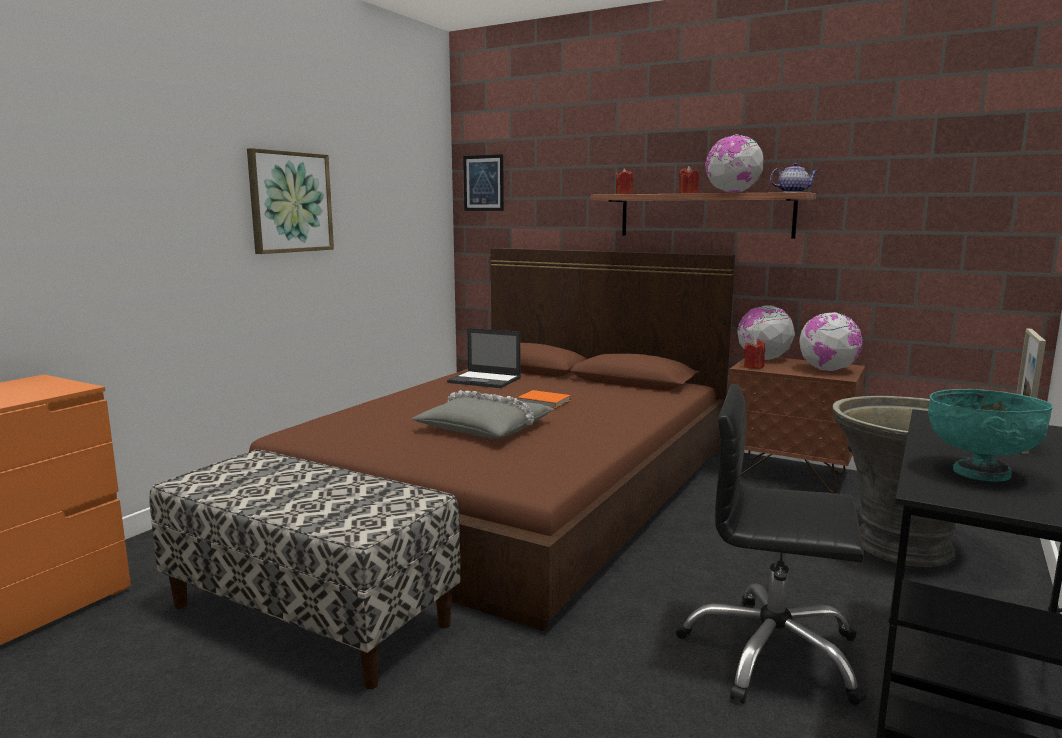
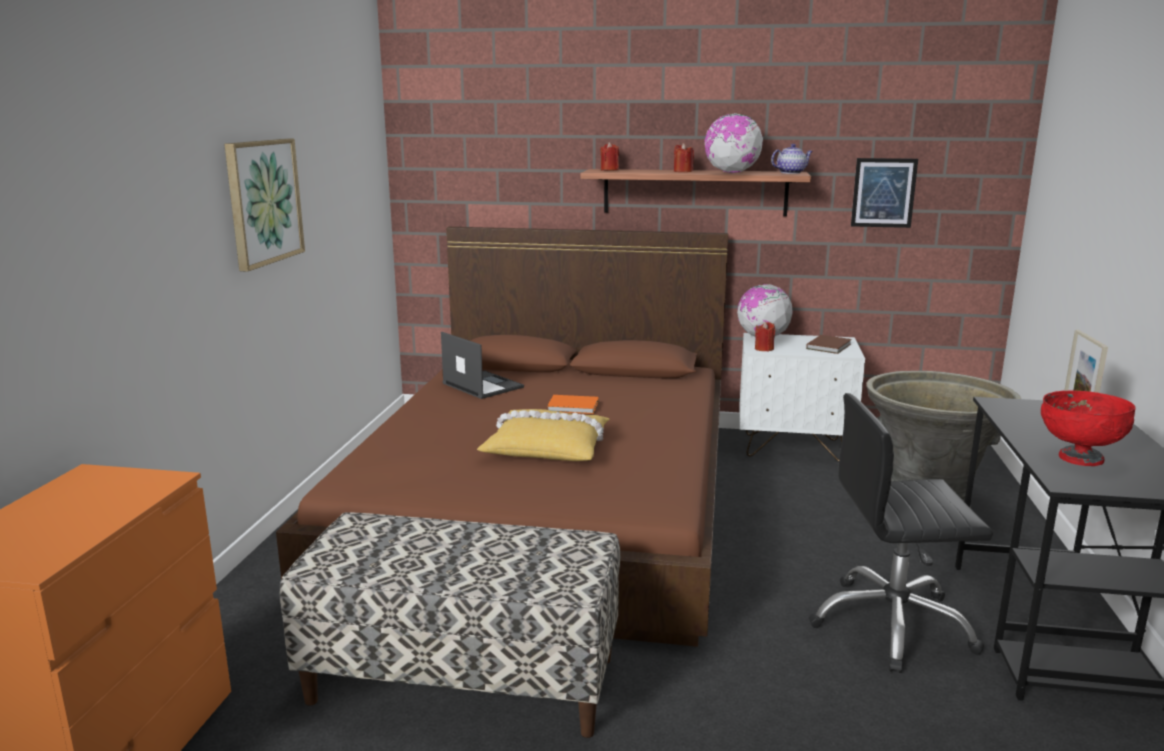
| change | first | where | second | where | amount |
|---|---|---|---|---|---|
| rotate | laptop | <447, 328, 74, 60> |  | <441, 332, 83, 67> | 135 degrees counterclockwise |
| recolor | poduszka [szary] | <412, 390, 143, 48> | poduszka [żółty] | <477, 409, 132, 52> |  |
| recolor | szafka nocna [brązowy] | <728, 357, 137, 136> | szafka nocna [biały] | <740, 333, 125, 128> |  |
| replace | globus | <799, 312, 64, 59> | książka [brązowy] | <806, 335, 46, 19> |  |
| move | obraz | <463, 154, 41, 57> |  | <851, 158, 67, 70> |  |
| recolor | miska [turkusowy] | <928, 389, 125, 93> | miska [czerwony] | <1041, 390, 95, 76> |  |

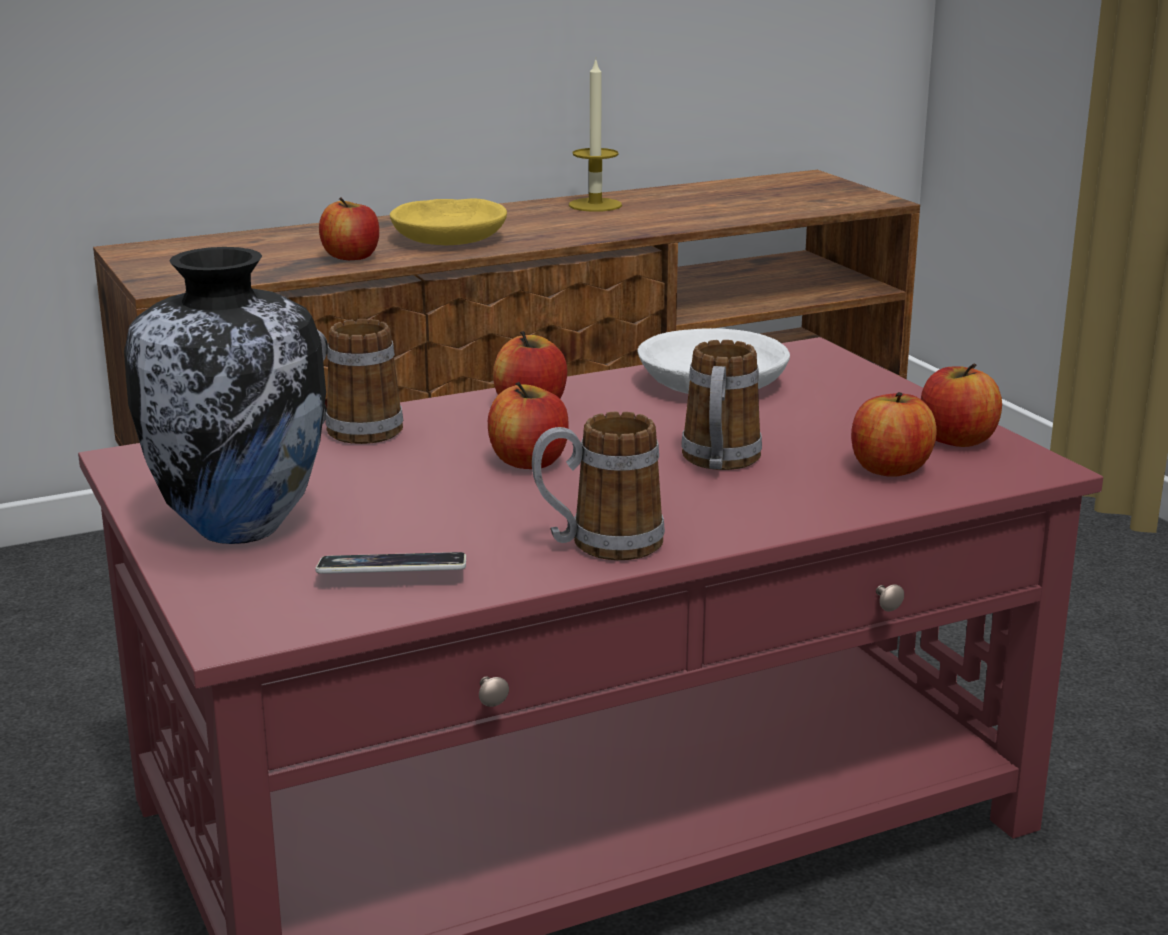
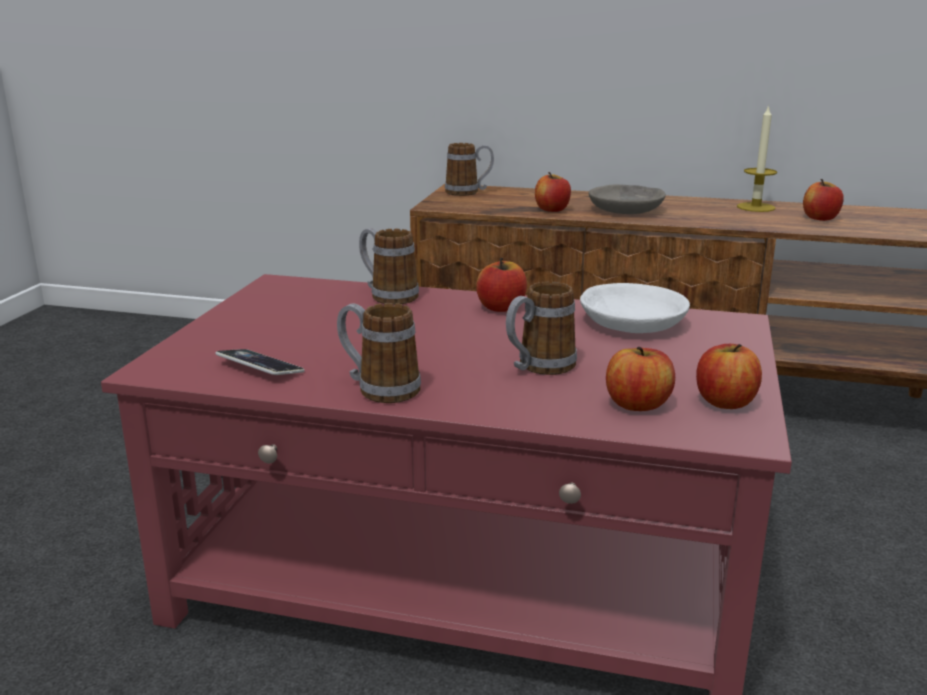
| change | first | where | second | where | amount |
|---|---|---|---|---|---|
| insert |  |  | kubek | <445, 143, 49, 53> |  |
| recolor | miska [żółty] | <390, 199, 117, 46> | miska [szary] | <589, 184, 77, 30> |  |
| move | jabłko | <488, 382, 81, 87> |  | <803, 179, 41, 42> |  |
| delete | wazon | <124, 247, 202, 297> |  |  |  |

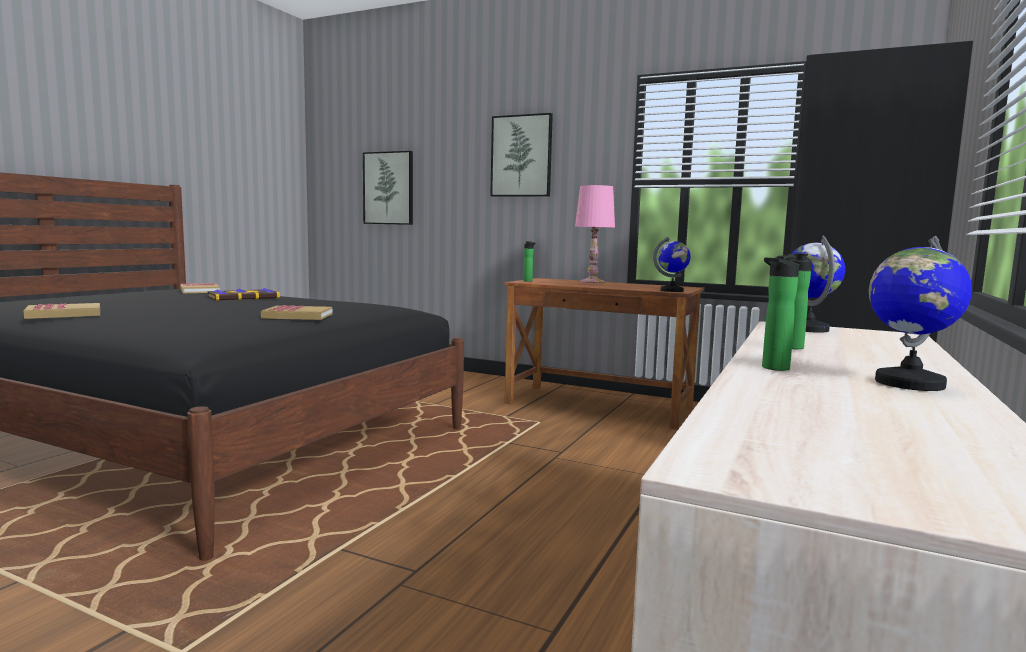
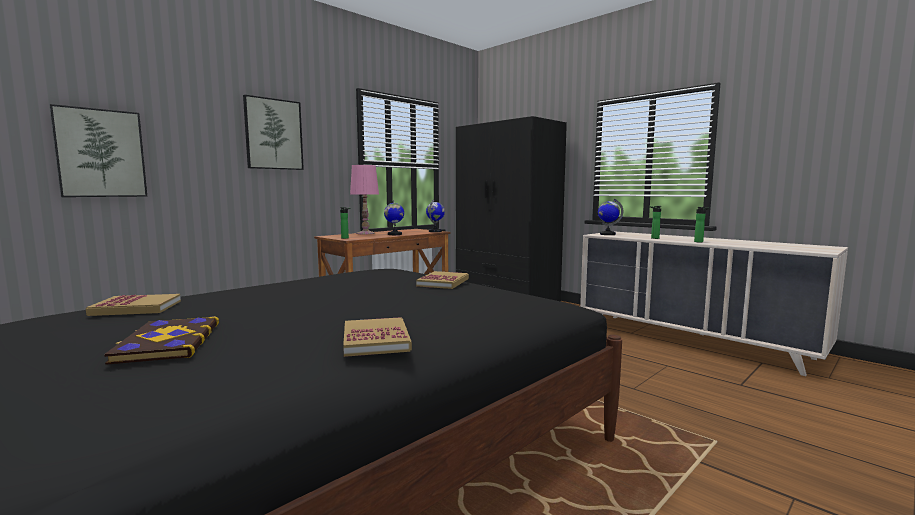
| change | first | where | second | where | amount |
|---|---|---|---|---|---|
| move | książka | <208, 288, 72, 13> |  | <104, 316, 115, 49> |  |
| move | globus | <869, 236, 103, 155> |  | <384, 200, 20, 35> |  |

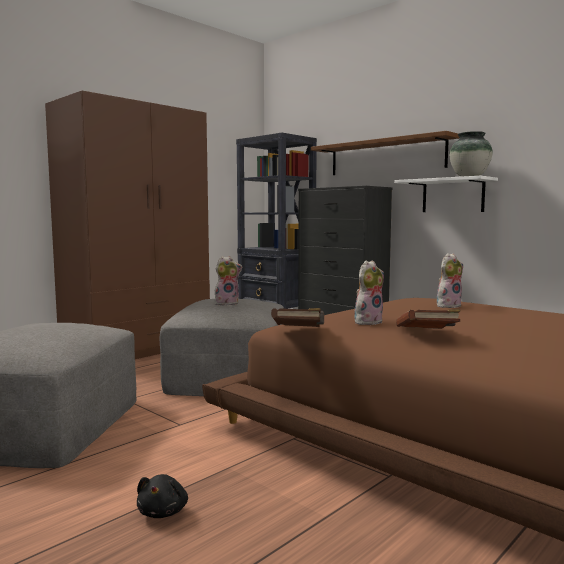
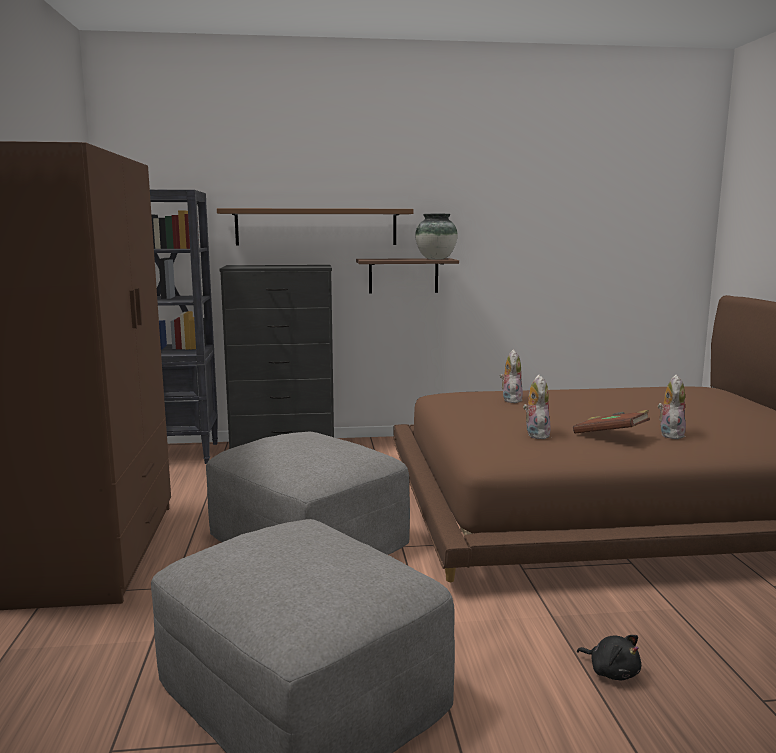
| change | first | where | second | where | amount |
|---|---|---|---|---|---|
| recolor | półka [biały] | <394, 176, 104, 36> | półka [brązowy] | <356, 258, 103, 35> |  |
| move | pluszak | <215, 256, 28, 50> |  | <658, 375, 28, 64> |  |
| delete | książka [brązowy] | <271, 308, 53, 19> |  |  |  |

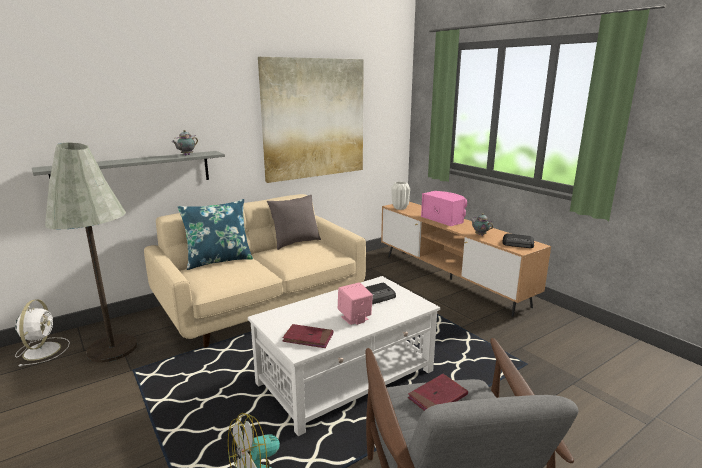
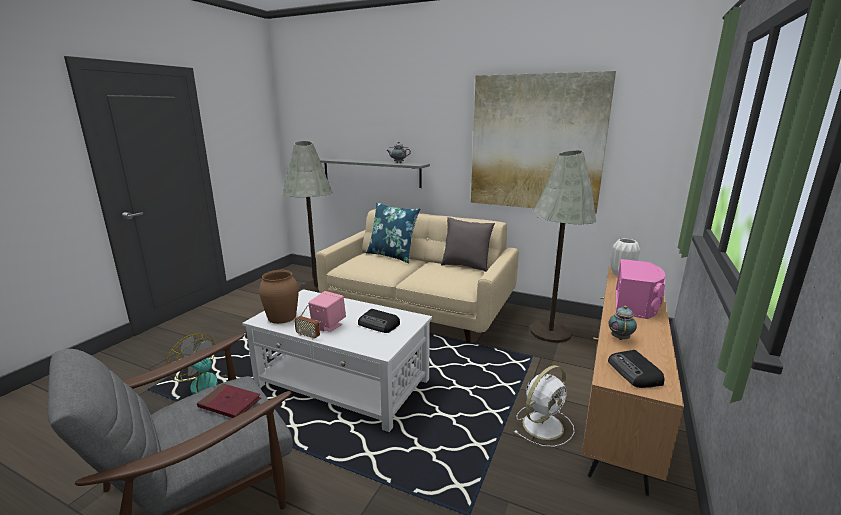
| change | first | where | second | where | amount |
|---|---|---|---|---|---|
| replace | książka [czerwony] | <283, 324, 50, 24> | wazon [brązowy] | <259, 270, 40, 54> |  |
| insert |  |  | radio | <294, 305, 26, 35> |  |
| move | wentylator [biały] | <15, 299, 55, 68> |  | <514, 365, 60, 82> |  |
| insert |  |  | lampa stojąca [szary] | <530, 150, 66, 193> |  |

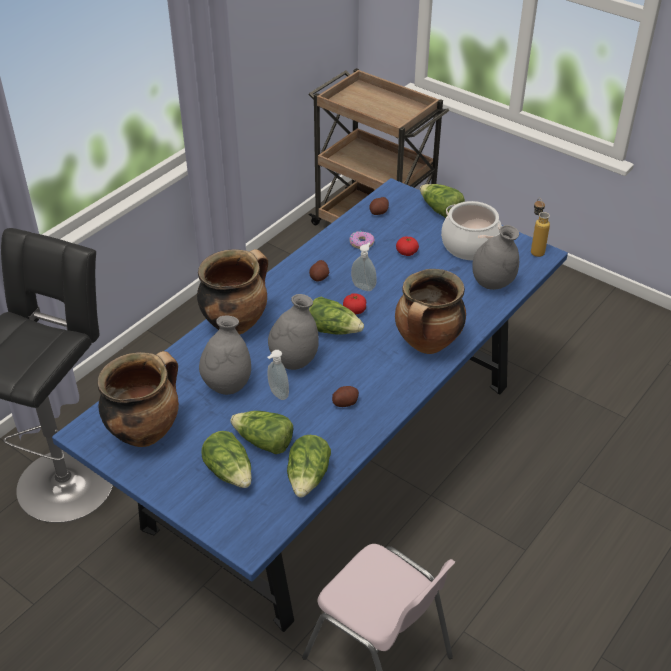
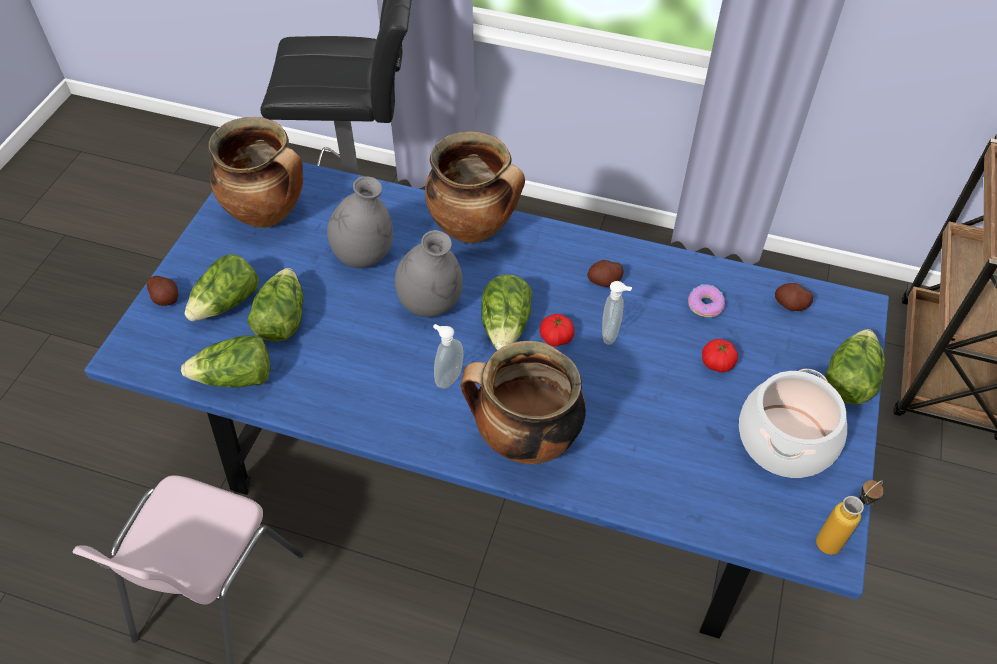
| change | first | where | second | where | amount |
|---|---|---|---|---|---|
| move | ziemniak | <332, 386, 27, 21> |  | <147, 276, 31, 30> |  |
| move | dozownik mydła | <267, 350, 22, 50> |  | <433, 324, 30, 65> |  |
| delete | wazon [szary] | <472, 225, 47, 65> |  |  |  |

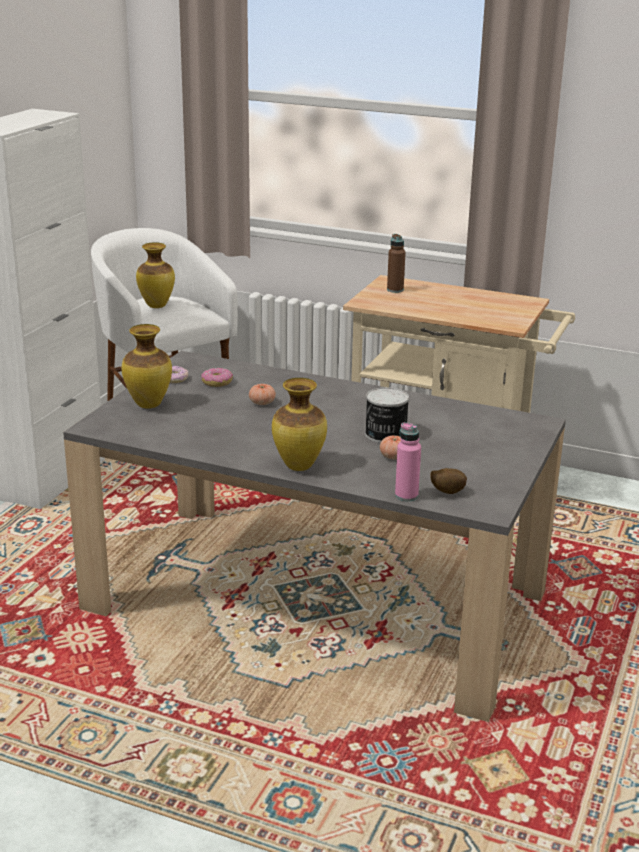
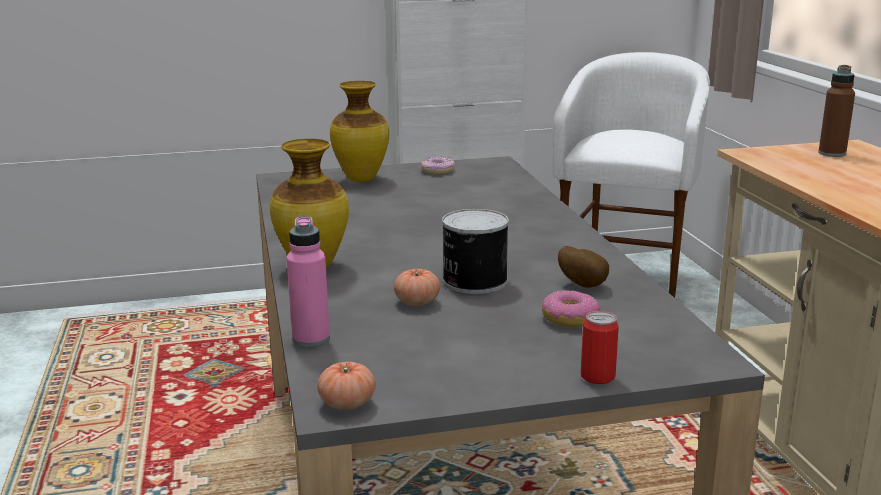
| change | first | where | second | where | amount |
|---|---|---|---|---|---|
| move | pomidor | <249, 384, 27, 21> |  | <317, 362, 59, 48> |  |
| move | donut | <201, 368, 32, 19> |  | <542, 290, 58, 37> |  |
| move | ziemniak | <430, 468, 37, 26> |  | <558, 246, 51, 42> |  |
| insert |  |  | puszka | <581, 311, 38, 73> |  |
| delete | wazon | <136, 242, 39, 66> |  |  |  |

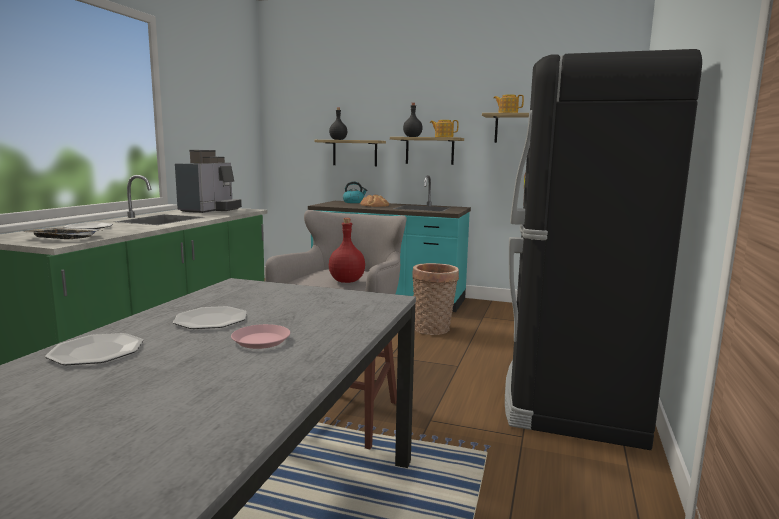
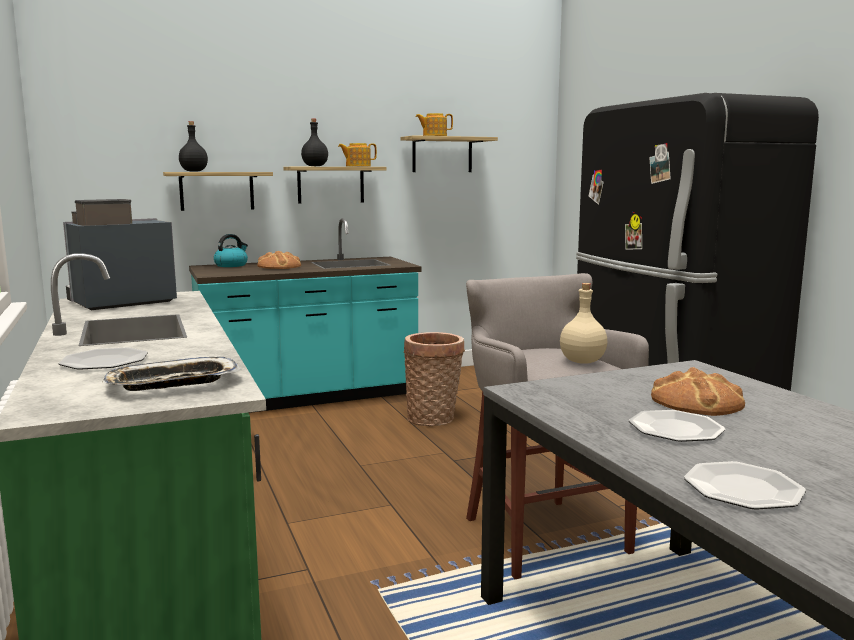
| change | first | where | second | where | amount |
|---|---|---|---|---|---|
| rotate | ekspres do kawy | <175, 150, 67, 63> |  | <63, 199, 114, 111> | 105 degrees counterclockwise |
| recolor | butelka [czerwony] | <329, 218, 36, 65> | butelka [beżowy] | <560, 283, 47, 81> |  |
| insert |  |  | chleb | <651, 367, 94, 49> |  |
| delete | talerz [różowy] | <231, 324, 59, 25> |  |  |  |

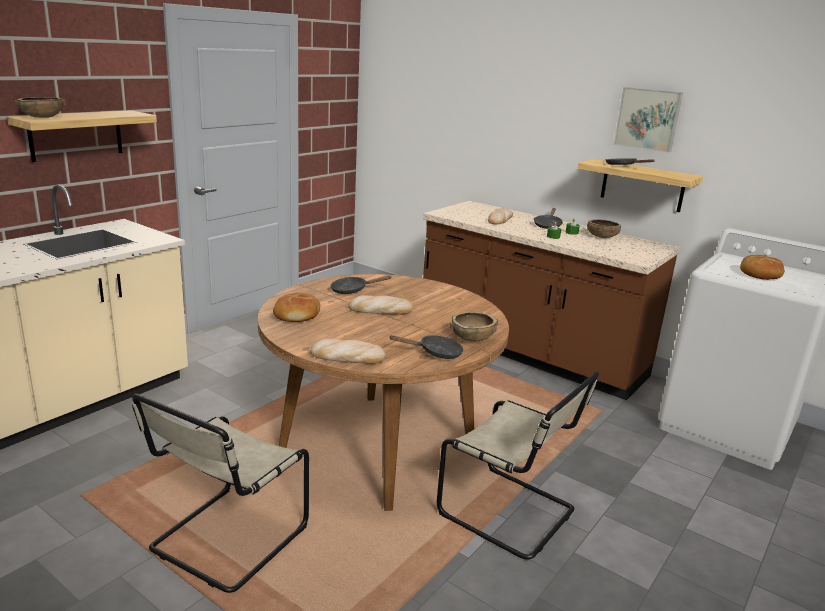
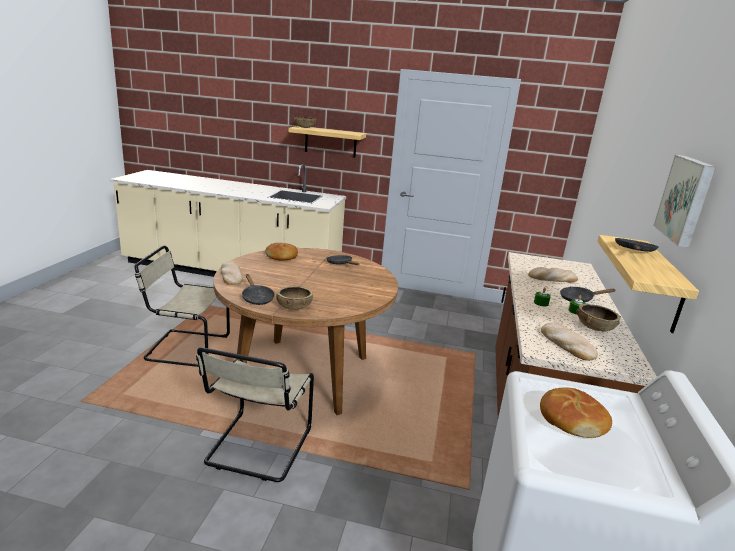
| change | first | where | second | where | amount |
|---|---|---|---|---|---|
| move | chleb | <348, 295, 65, 20> |  | <541, 323, 57, 38> |  |

